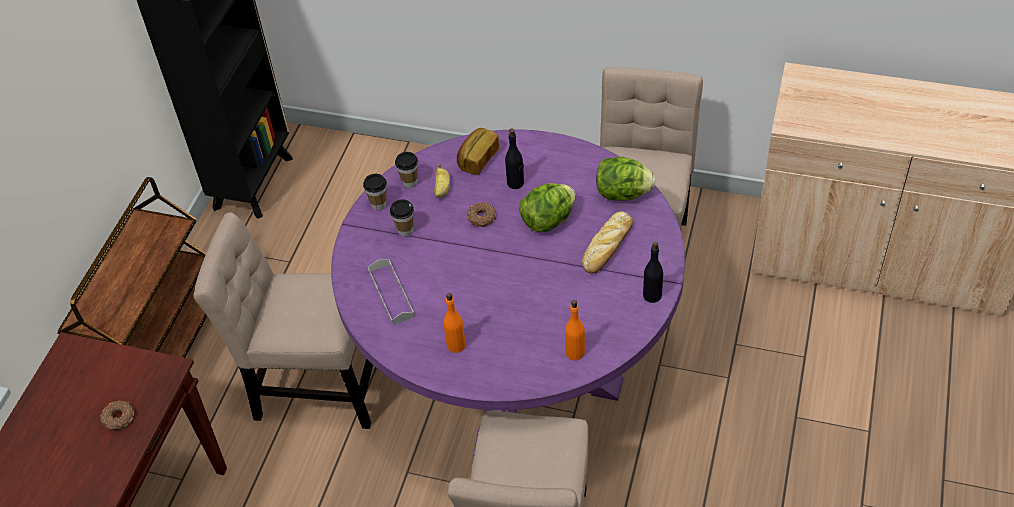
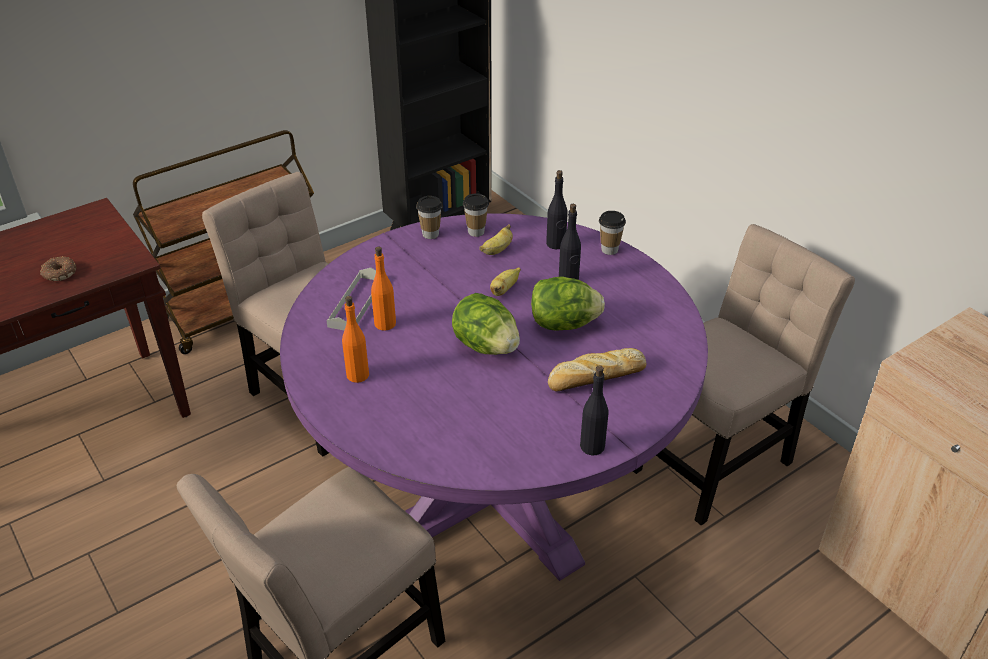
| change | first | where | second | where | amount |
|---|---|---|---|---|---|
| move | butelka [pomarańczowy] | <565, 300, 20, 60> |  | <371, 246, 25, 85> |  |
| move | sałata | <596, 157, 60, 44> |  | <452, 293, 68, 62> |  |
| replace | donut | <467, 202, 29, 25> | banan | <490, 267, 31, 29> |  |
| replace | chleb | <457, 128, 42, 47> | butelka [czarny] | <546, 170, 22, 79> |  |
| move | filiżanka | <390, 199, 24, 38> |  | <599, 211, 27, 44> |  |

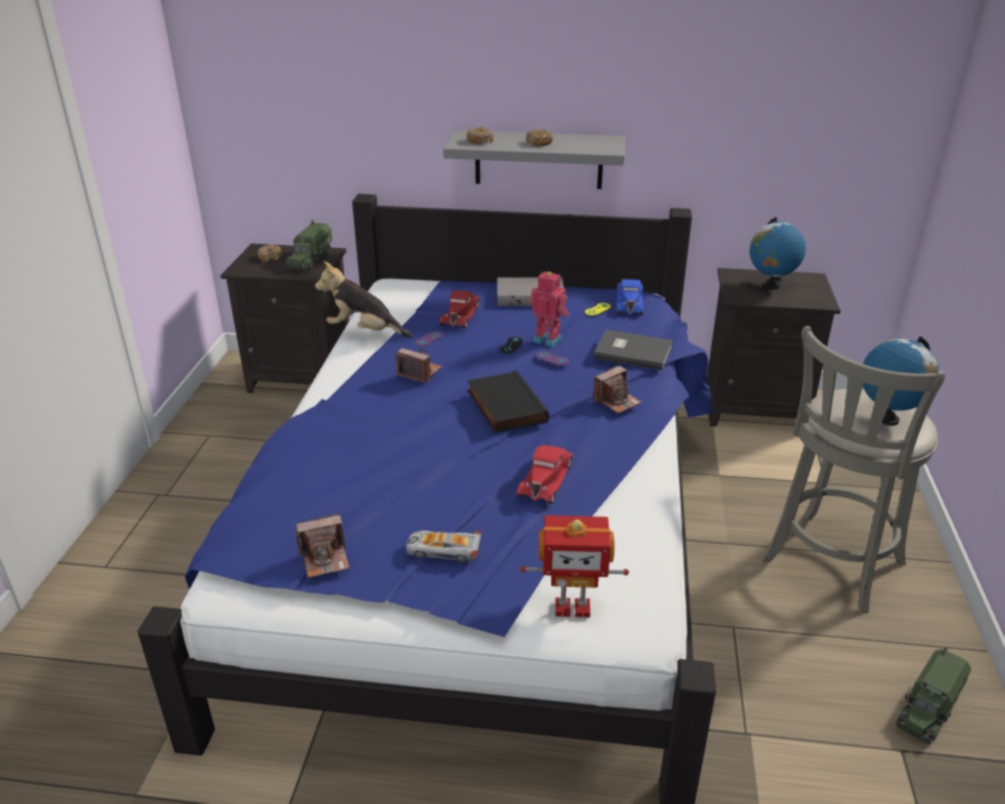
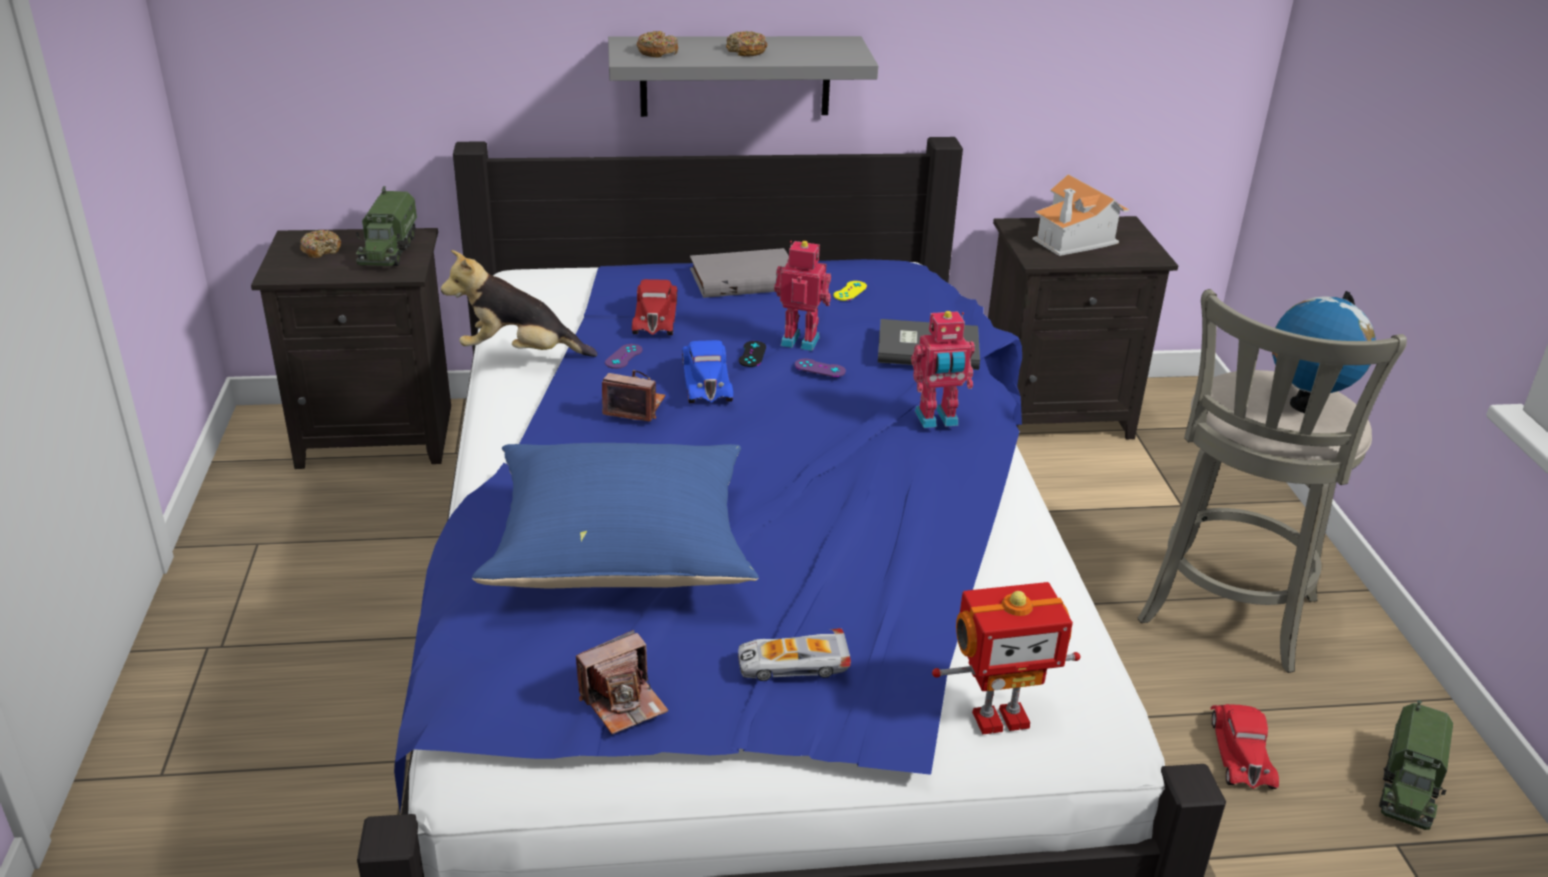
| change | first | where | second | where | amount |
|---|---|---|---|---|---|
| insert |  |  | poduszka [niebieski] | <472, 443, 287, 145> |  |
| move | samochodzik [niebieski] | <617, 279, 27, 36> |  | <682, 340, 51, 63> |  |
| replace | aparat fotograficzny | <593, 365, 49, 48> | robot zabawkowy | <911, 311, 64, 117> |  |
| replace | globus | <750, 217, 56, 72> | domek | <1033, 174, 96, 82> |  |
| move | samochodzik [czerwony] | <517, 445, 57, 59> |  | <1211, 704, 68, 85> |  |
| delete | książka [czarny] | <467, 371, 82, 62> |  |  |  |

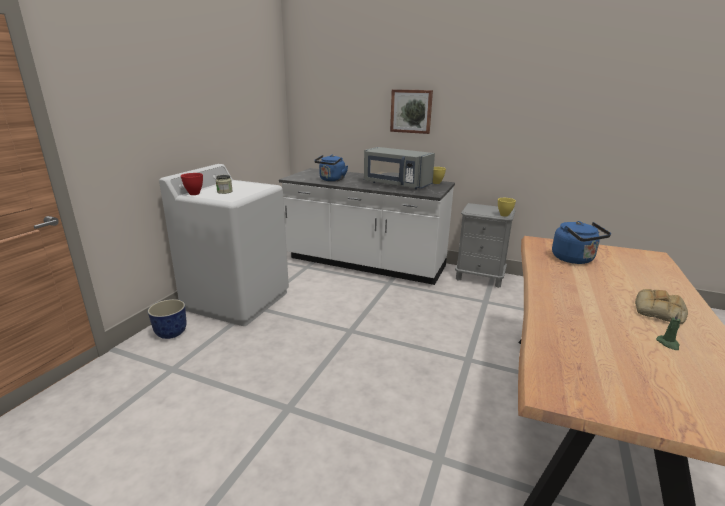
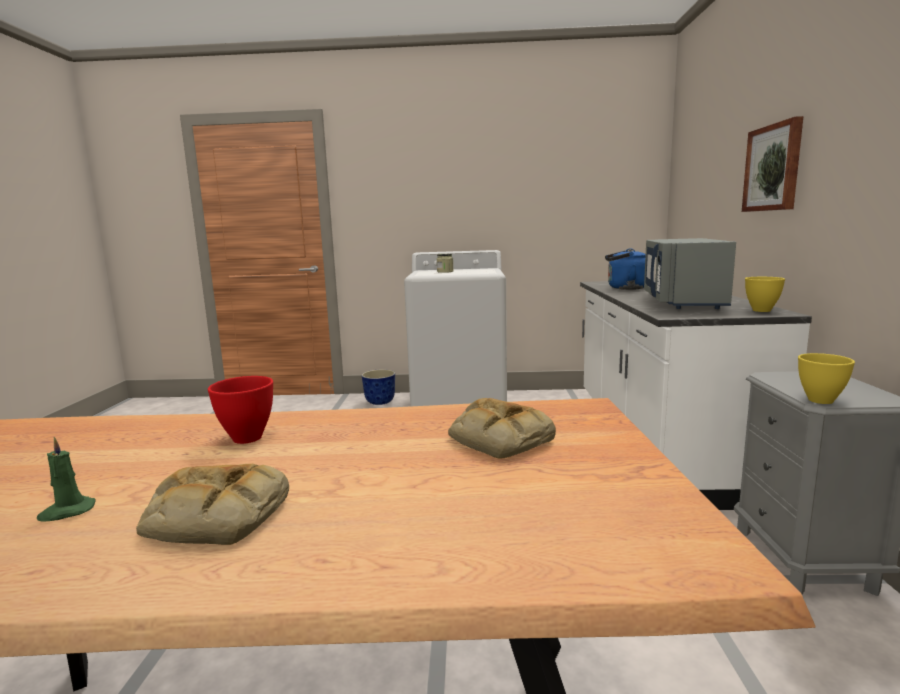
| change | first | where | second | where | amount |
|---|---|---|---|---|---|
| move | miska [czerwony] | <181, 173, 22, 22> |  | <208, 376, 65, 68> |  |
| replace | czajnik [niebieski] | <552, 221, 59, 43> | chleb | <448, 398, 108, 61> |  |

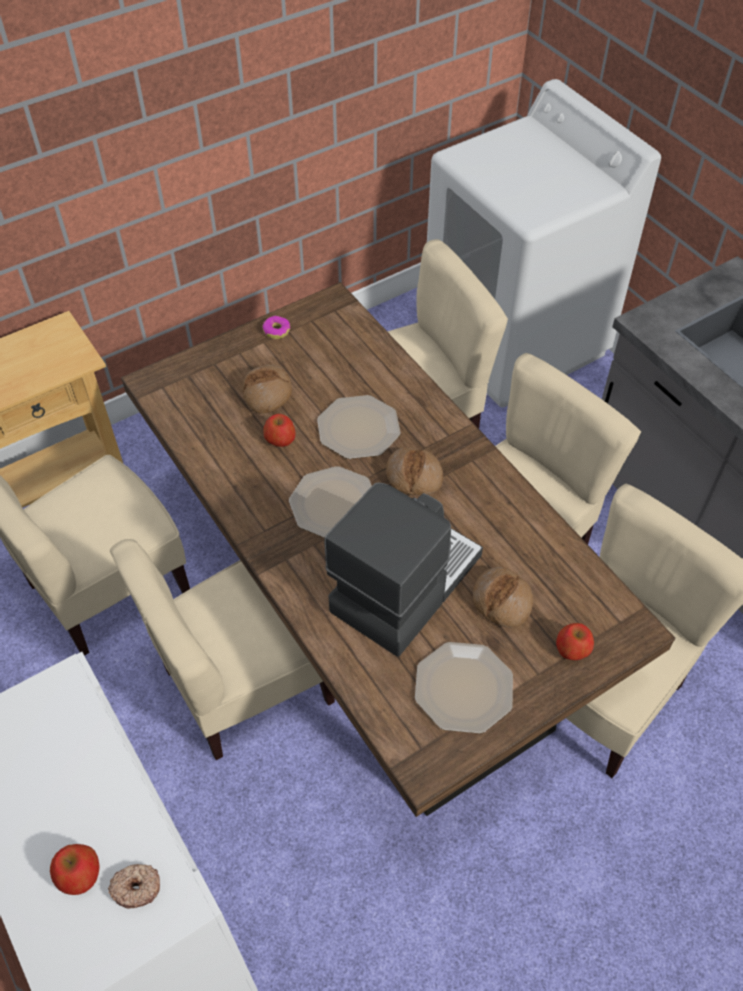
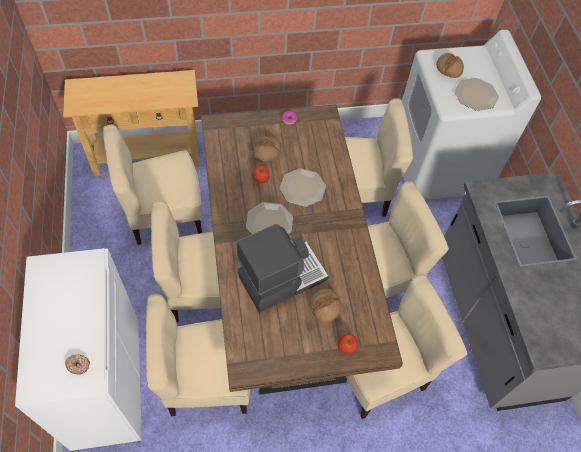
| change | first | where | second | where | amount |
|---|---|---|---|---|---|
| insert |  |  | krzesło [beżowy] | <145, 294, 105, 122> |  |
| move | chleb | <386, 447, 57, 48> |  | <436, 53, 28, 25> |  |
| move | talerz | <415, 642, 98, 92> |  | <454, 78, 45, 33> |  |
| delete | jabłko | <50, 844, 49, 51> |  |  |  |

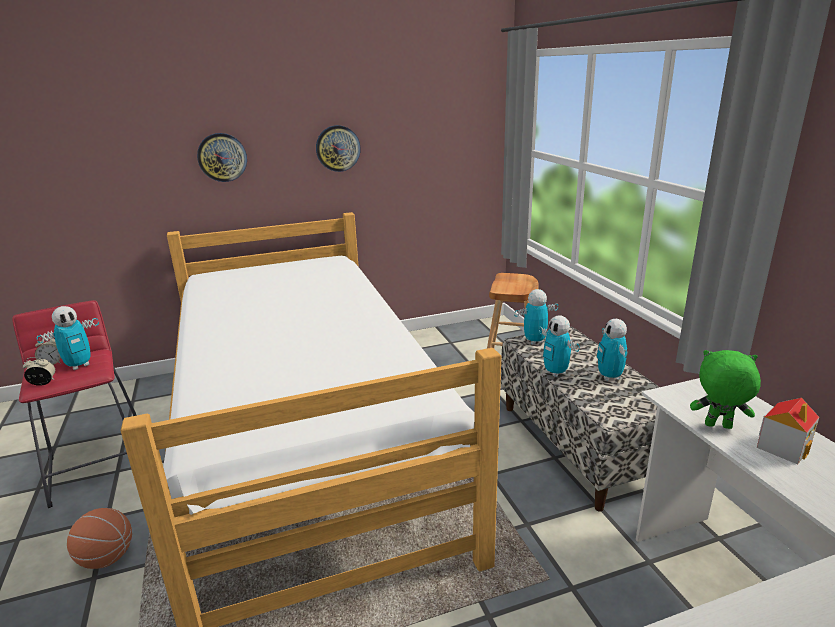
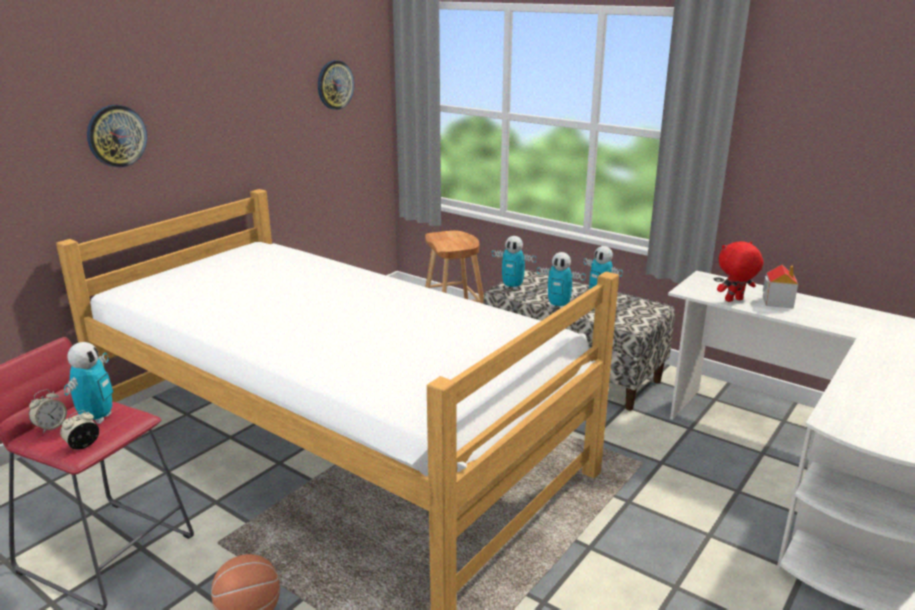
| change | first | where | second | where | amount |
|---|---|---|---|---|---|
| move | zegar ścienny | <316, 125, 45, 47> |  | <318, 60, 36, 50> |  |
| rotate | robot zabawkowy | <514, 289, 44, 56> |  | <492, 236, 45, 54> | 105 degrees counterclockwise |
| recolor | pluszak [zielony] | <690, 350, 71, 79> | pluszak [czerwony] | <717, 241, 47, 61> |  |

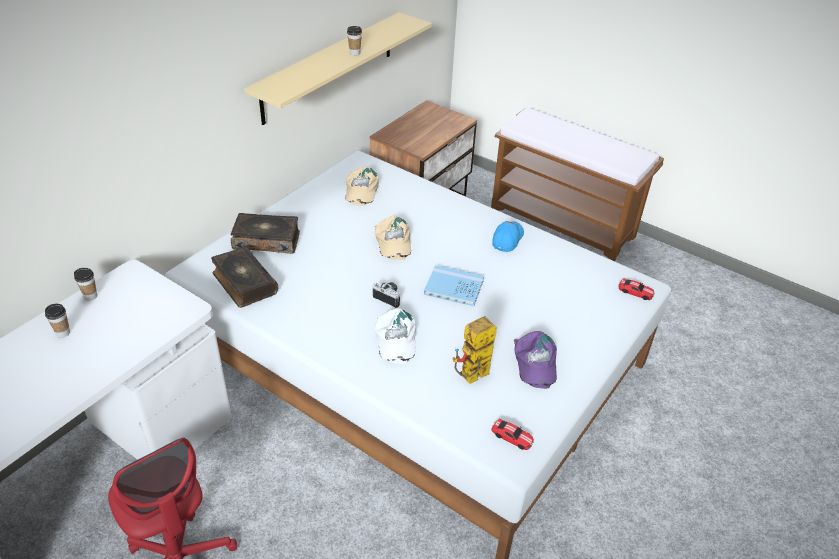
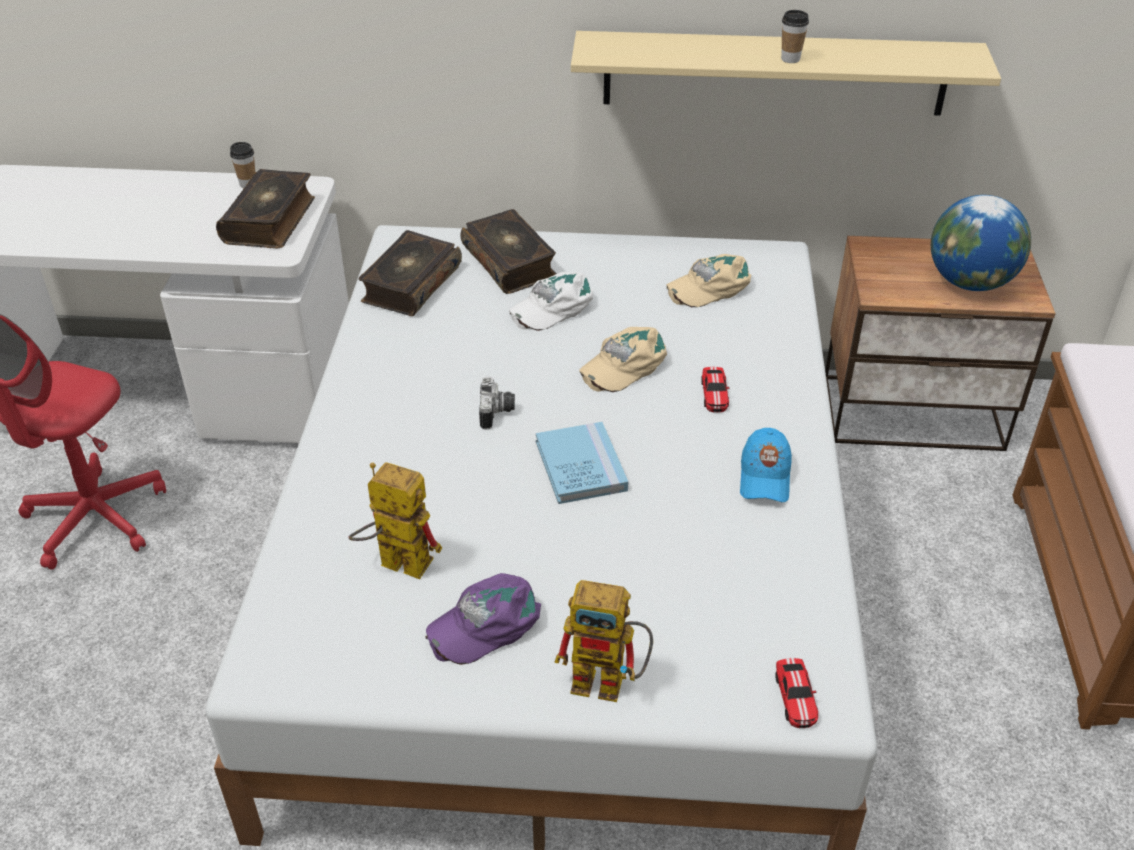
| change | first | where | second | where | amount |
|---|---|---|---|---|---|
| insert |  |  | książka | <216, 169, 99, 79> |  |
| move | czapka z daszkiem [biały] | <375, 308, 41, 56> |  | <509, 272, 84, 59> |  |
| insert |  |  | robot zabawkowy | <554, 580, 99, 122> |  |
| move | samochodzik | <491, 419, 43, 31> |  | <701, 367, 28, 46> |  |
| rotate | czapka z daszkiem [niebieski] | <492, 221, 32, 31> |  | <740, 428, 52, 74> | 105 degrees clockwise |
| insert |  |  | globus | <931, 195, 100, 96> |  |
| delete | filiżanka | <45, 304, 25, 34> |  |  |  |

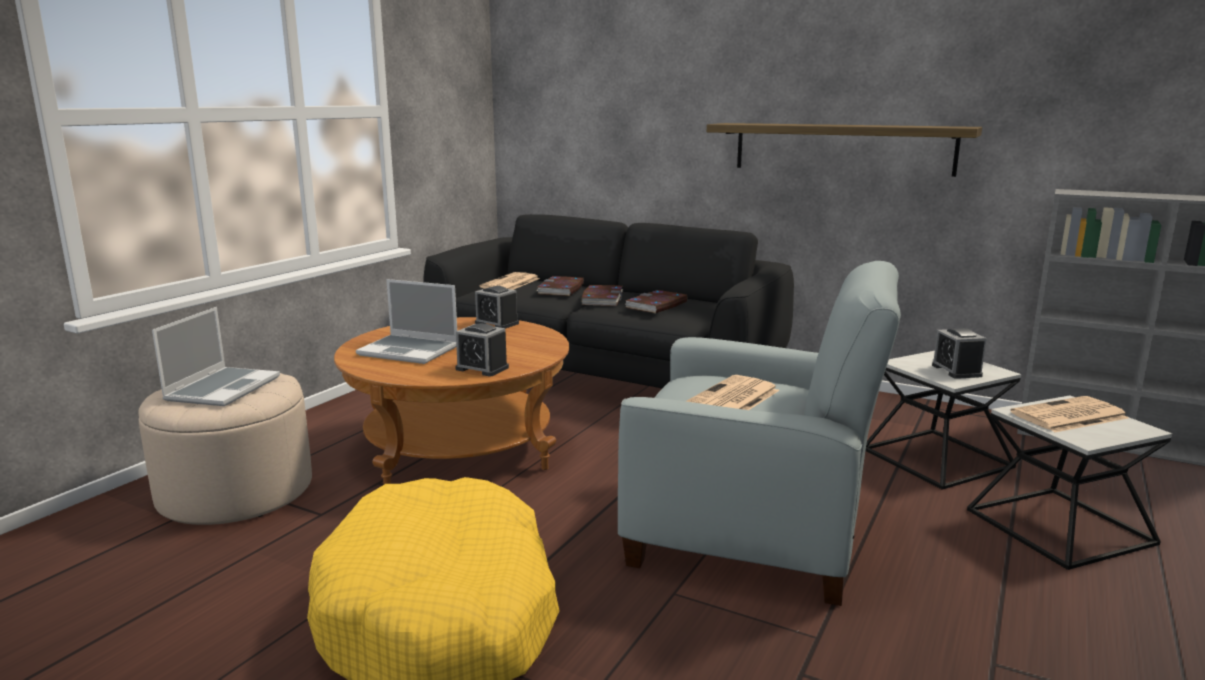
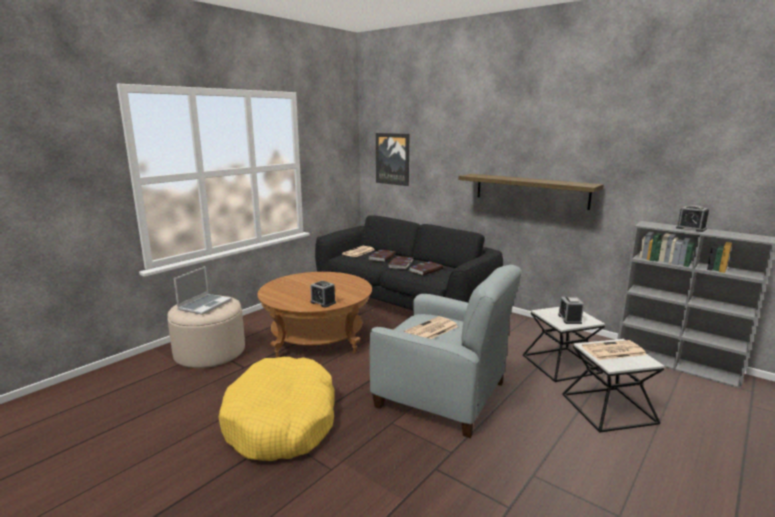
| change | first | where | second | where | amount |
|---|---|---|---|---|---|
| insert |  |  | obraz | <376, 133, 33, 53> |  |
| move | budzik | <475, 286, 44, 43> |  | <676, 205, 33, 27> |  |
| delete | laptop | <356, 279, 101, 85> |  |  |  |

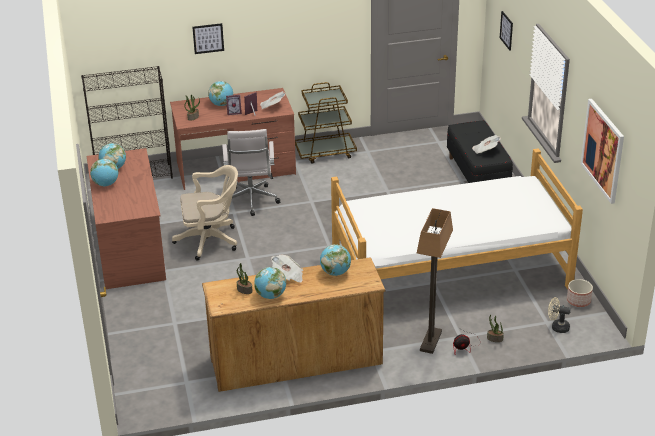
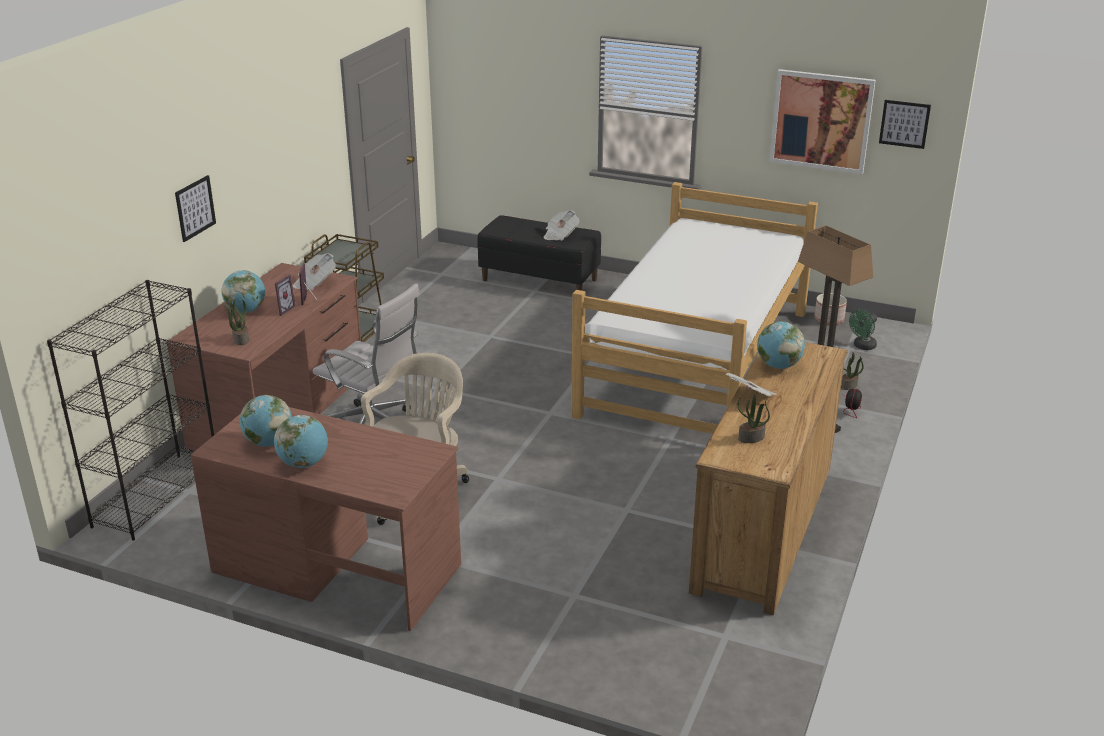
| change | first | where | second | where | amount |
|---|---|---|---|---|---|
| recolor | wentylator [beżowy] | <548, 297, 23, 36> | wentylator [zielony] | <849, 309, 28, 41> |  |
| move | obraz | <500, 11, 13, 40> |  | <879, 100, 52, 49> |  |
| delete | globus | <254, 267, 32, 32> |  |  |  |

